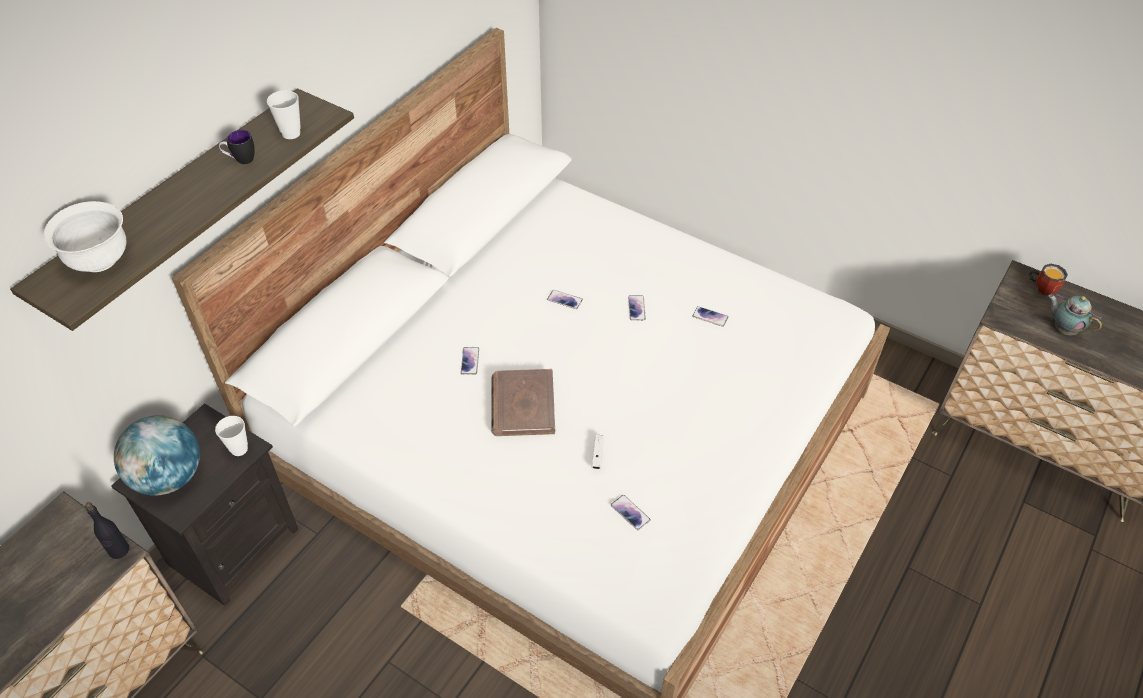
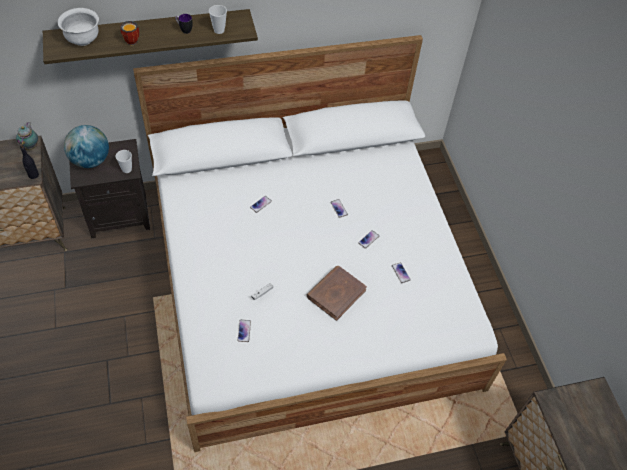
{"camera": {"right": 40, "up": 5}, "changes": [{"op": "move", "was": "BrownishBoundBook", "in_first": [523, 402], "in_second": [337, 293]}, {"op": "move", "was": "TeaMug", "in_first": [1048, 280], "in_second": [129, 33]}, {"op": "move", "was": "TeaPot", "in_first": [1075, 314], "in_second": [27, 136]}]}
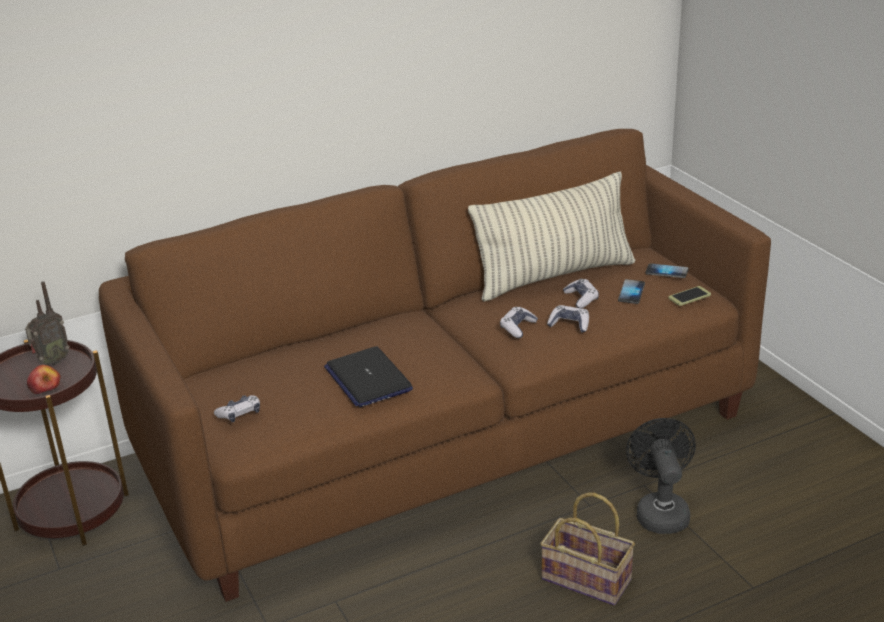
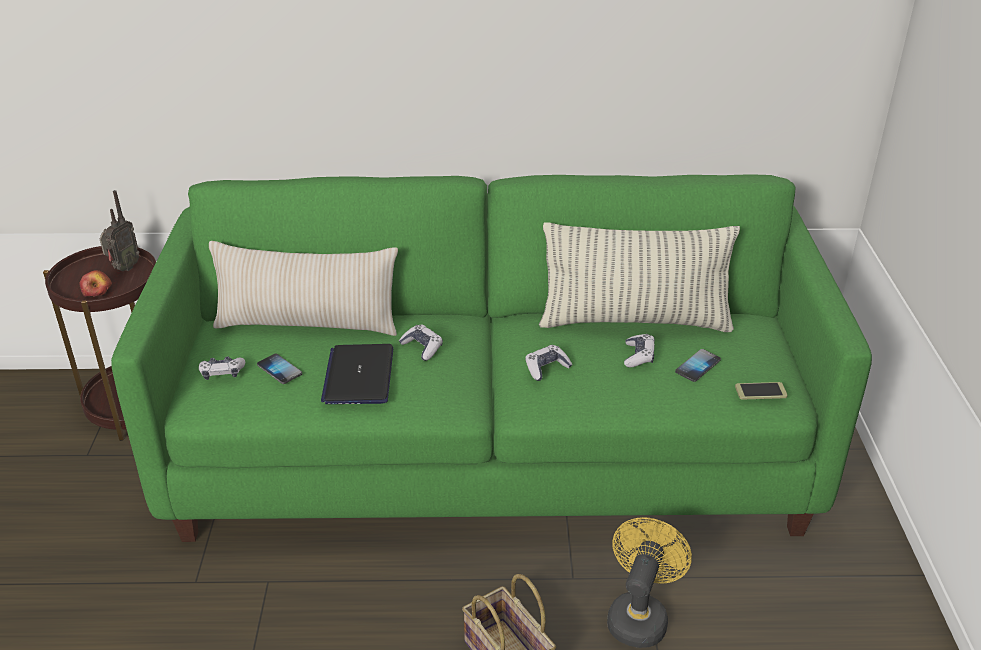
{"camera": {"right": 25, "up": 5}, "changes": [{"op": "rotate", "was": "RadioSet", "in_first": [47, 323], "in_second": [119, 230], "clockwise": -45}, {"op": "recolor", "was": "BrownishSettee", "now": "GreenSettee", "in_first": [435, 365], "in_second": [491, 358]}, {"op": "move", "was": "Joypad", "in_first": [568, 319], "in_second": [421, 343]}, {"op": "recolor", "was": "BlackFan", "now": "YellowColouredFan", "in_first": [661, 476], "in_second": [649, 582]}, {"op": "move", "was": "Phone", "in_first": [667, 270], "in_second": [279, 368]}, {"op": "insert", "now": "SandColouredPillow", "in_second": [303, 288]}]}
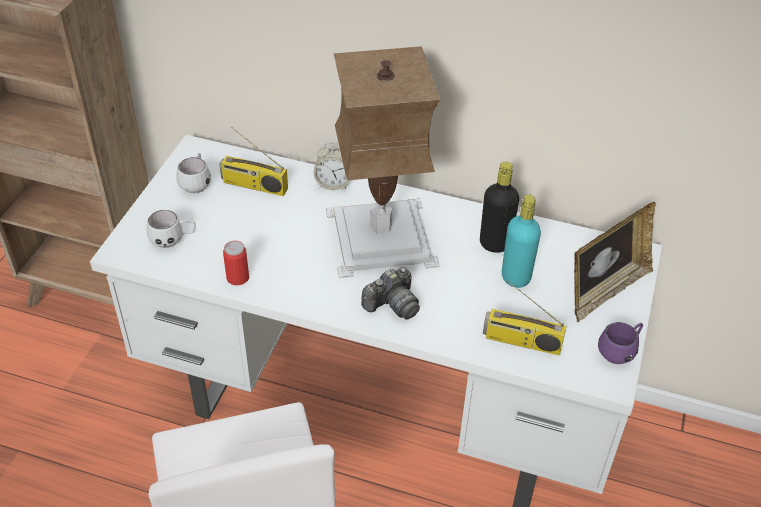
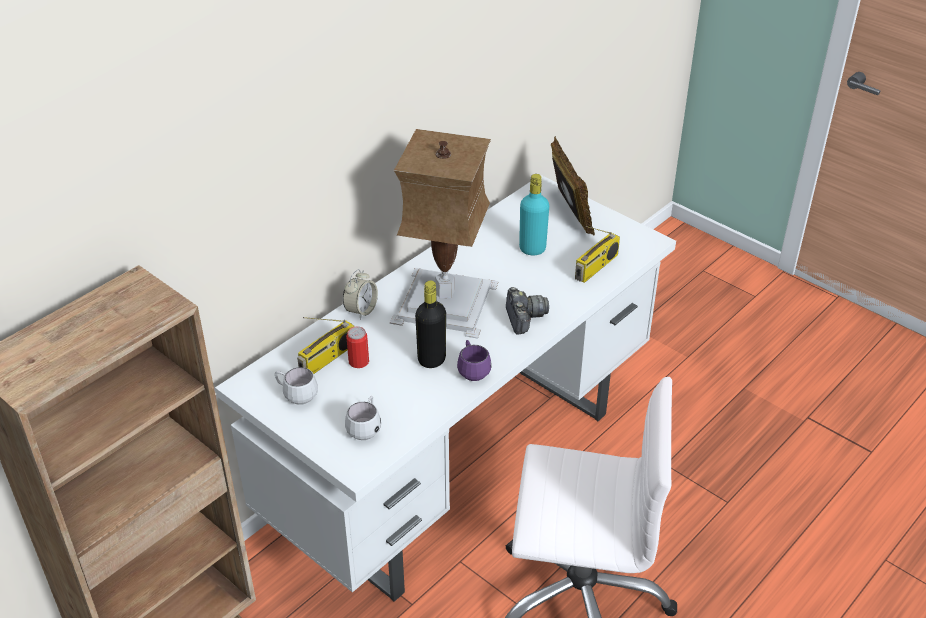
{"camera": {"right": -65, "up": -5}, "changes": [{"op": "move", "was": "Can", "in_first": [236, 262], "in_second": [357, 347]}, {"op": "move", "was": "BlackDrinkBottle", "in_first": [499, 207], "in_second": [430, 324]}, {"op": "move", "was": "PurpleTeaMug", "in_first": [620, 343], "in_second": [474, 360]}]}
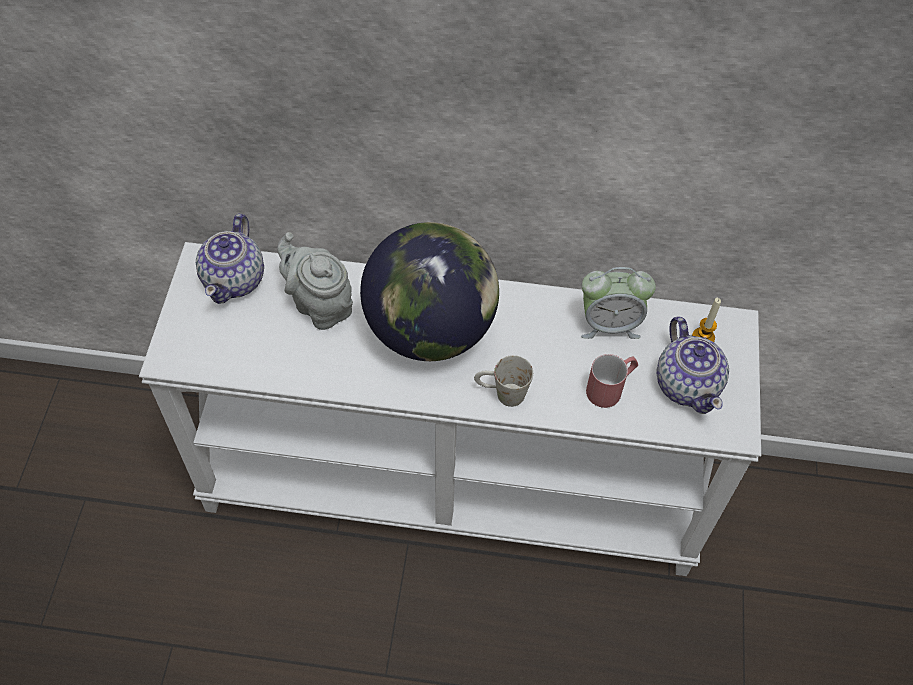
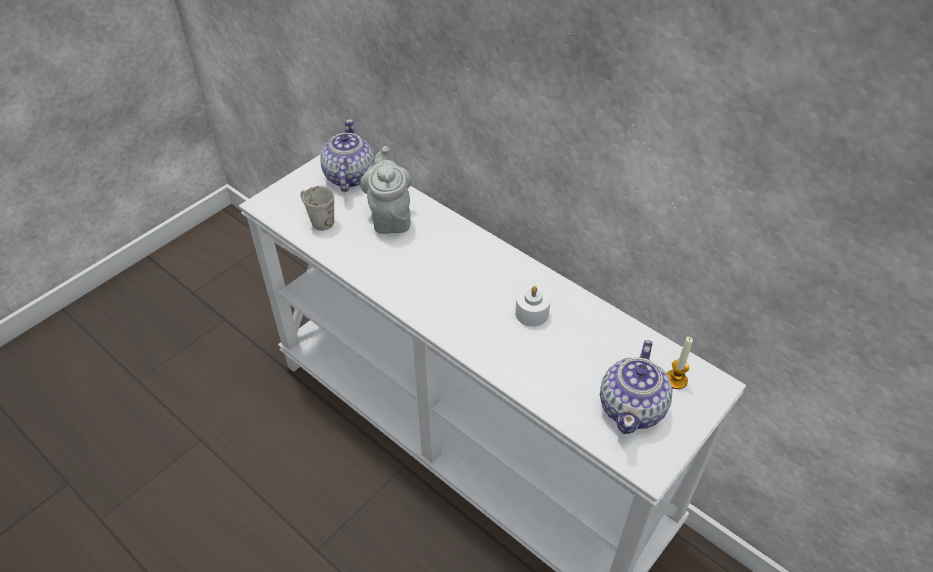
{"camera": {"right": 35, "up": -10}, "changes": [{"op": "rotate", "was": "TeaPot", "in_first": [230, 259], "in_second": [347, 155], "clockwise": 135}, {"op": "delete", "was": "WorldGlobe", "in_first": [429, 291]}, {"op": "move", "was": "WhitishTeaMug", "in_first": [503, 381], "in_second": [317, 208]}, {"op": "delete", "was": "BedsideClock", "in_first": [618, 303]}, {"op": "delete", "was": "RedColouredTeaMug", "in_first": [612, 381]}, {"op": "insert", "now": "WhitishWaxLight", "in_second": [533, 306]}]}
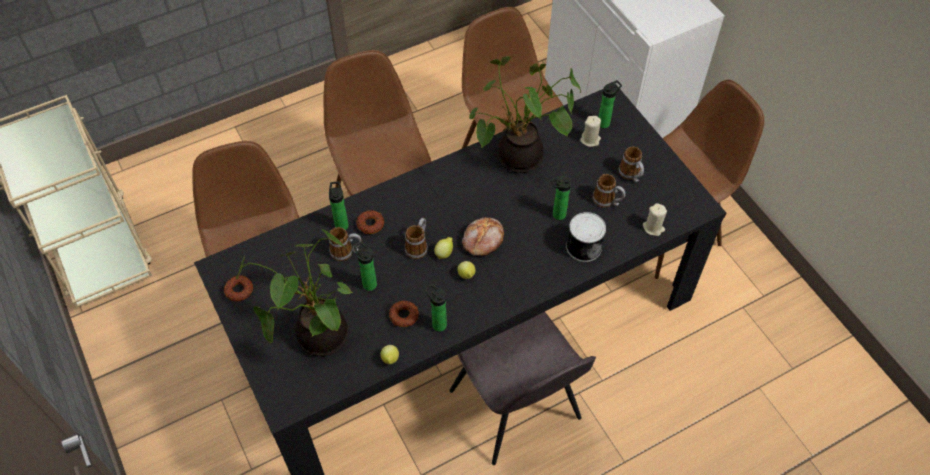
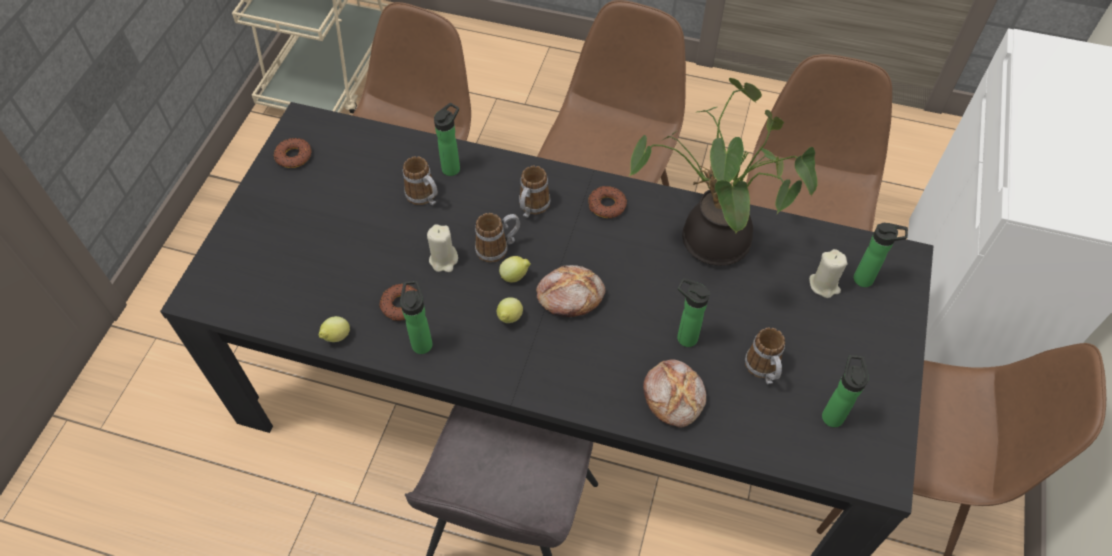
{"camera": {"right": 45, "up": 0}, "changes": [{"op": "delete", "was": "Houseplant", "in_first": [294, 292]}, {"op": "move", "was": "DrinkBottle", "in_first": [365, 266], "in_second": [845, 391]}, {"op": "move", "was": "Donut", "in_first": [370, 222], "in_second": [607, 202]}, {"op": "replace", "was": "Can", "now": "BakedBread", "in_first": [586, 237], "in_second": [674, 393]}, {"op": "move", "was": "TeaMug", "in_first": [631, 164], "in_second": [534, 192]}, {"op": "move", "was": "SandColouredWaxLight", "in_first": [655, 219], "in_second": [442, 248]}]}
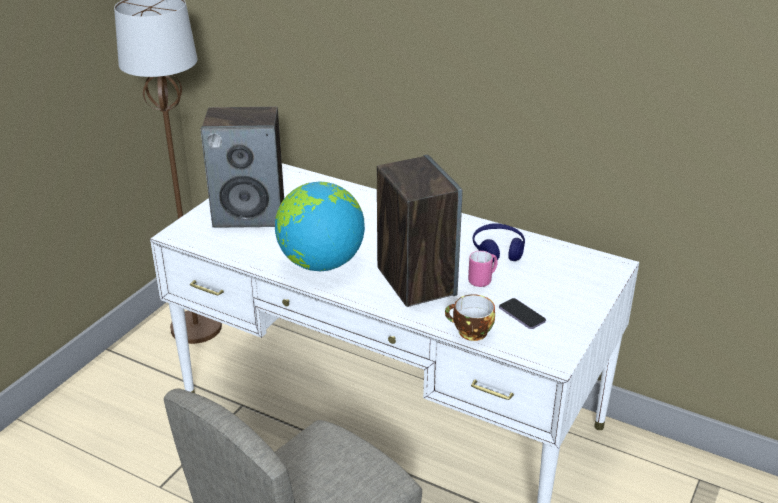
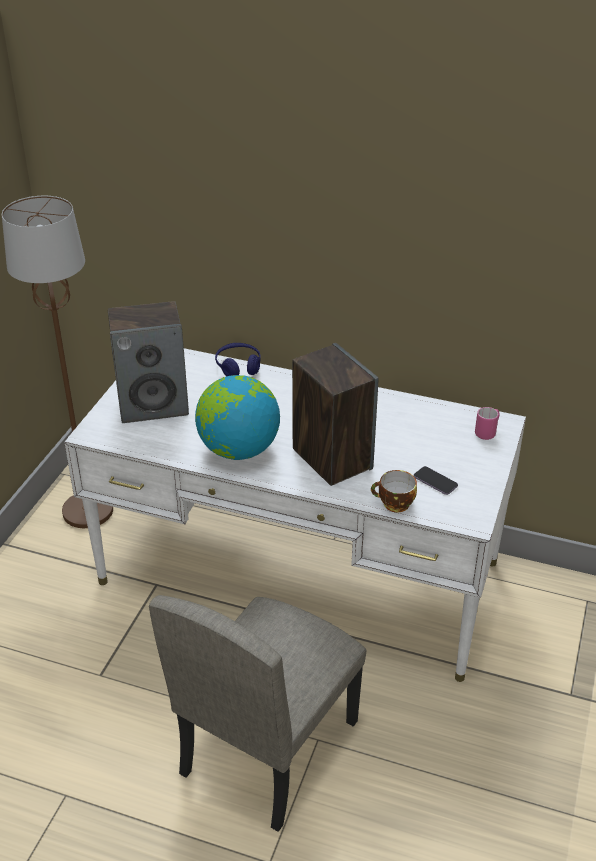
{"camera": {"right": -10, "up": 5}, "changes": [{"op": "move", "was": "PinkColouredTeaMug", "in_first": [483, 269], "in_second": [487, 423]}, {"op": "move", "was": "BluishPairOfHeadphones", "in_first": [499, 242], "in_second": [238, 359]}]}
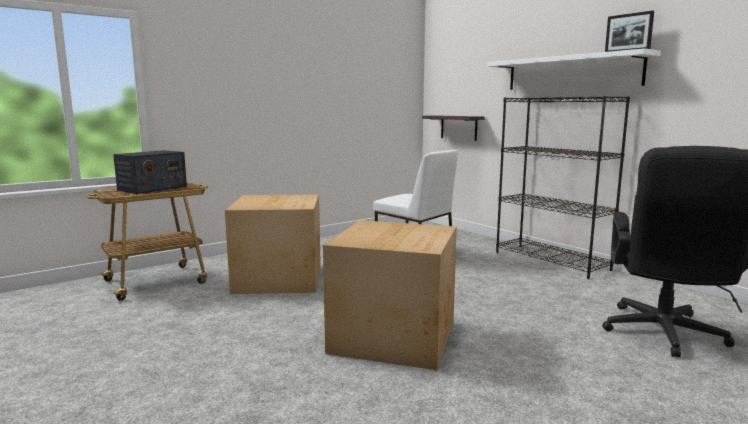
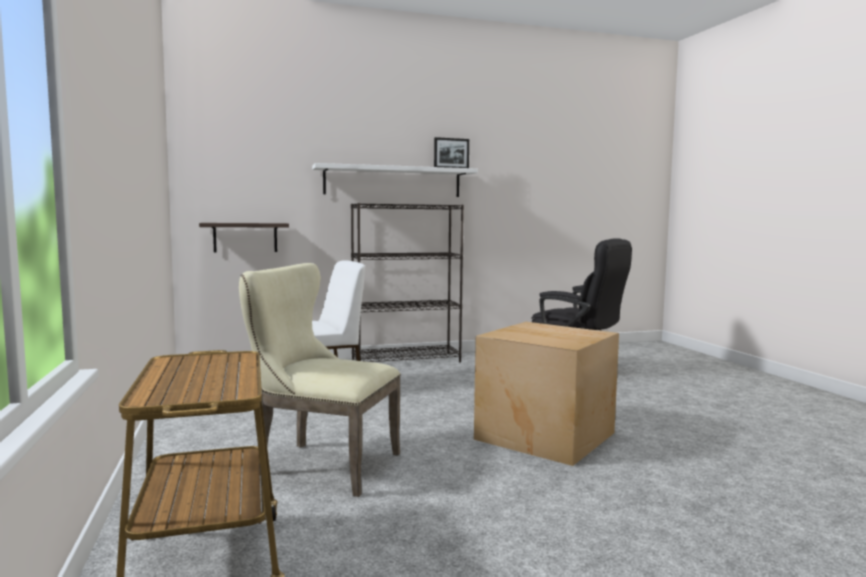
{"camera": {"right": -70, "up": -5}, "changes": [{"op": "delete", "was": "RadioSet", "in_first": [150, 172]}, {"op": "replace", "was": "PackingBox", "now": "SandColouredPlainChair", "in_first": [273, 244], "in_second": [320, 380]}]}
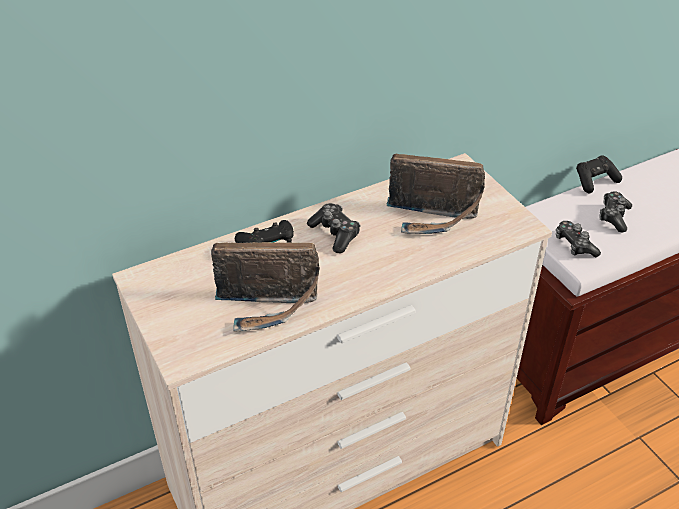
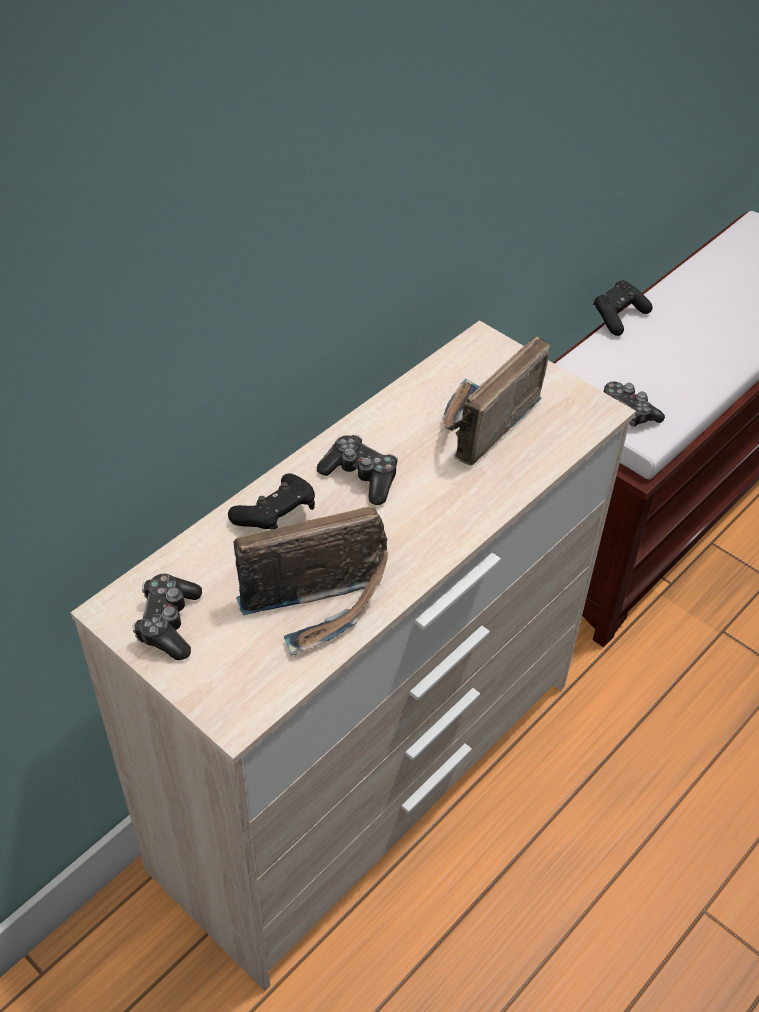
{"camera": {"right": -20, "up": 5}, "changes": [{"op": "rotate", "was": "RadioSet", "in_first": [436, 194], "in_second": [496, 401], "clockwise": 135}, {"op": "move", "was": "Joypad", "in_first": [615, 211], "in_second": [167, 617]}]}
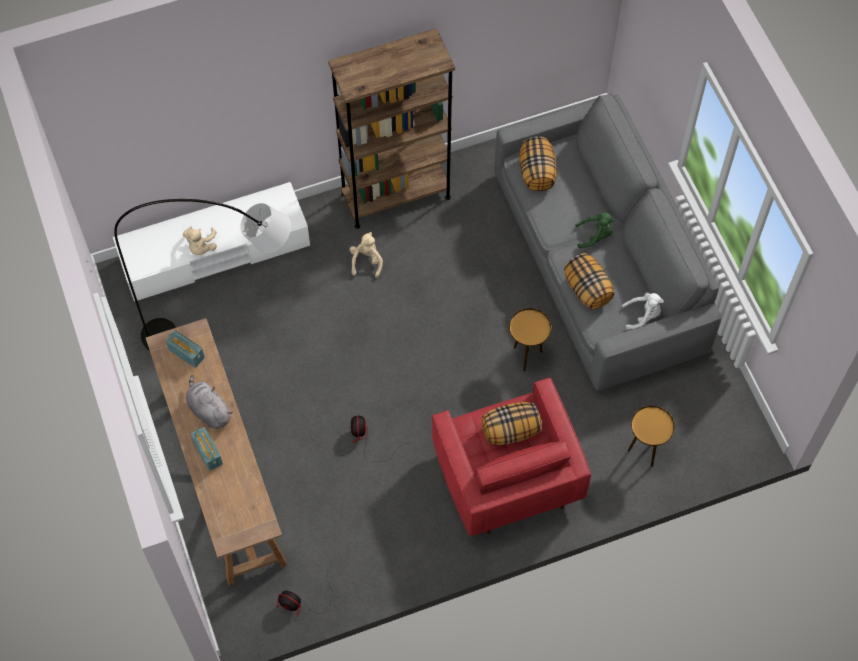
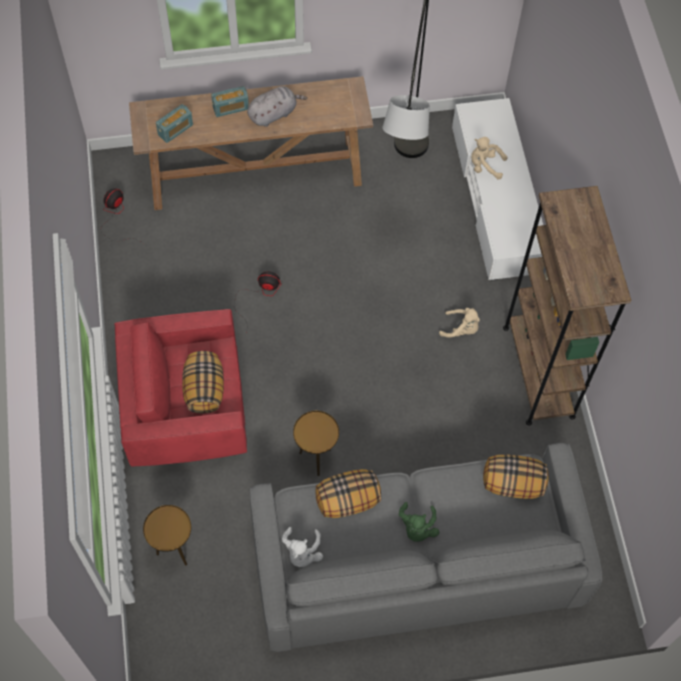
{"camera": {"right": 100, "up": 0}, "changes": [{"op": "move", "was": "RadioSet", "in_first": [185, 349], "in_second": [174, 123]}]}
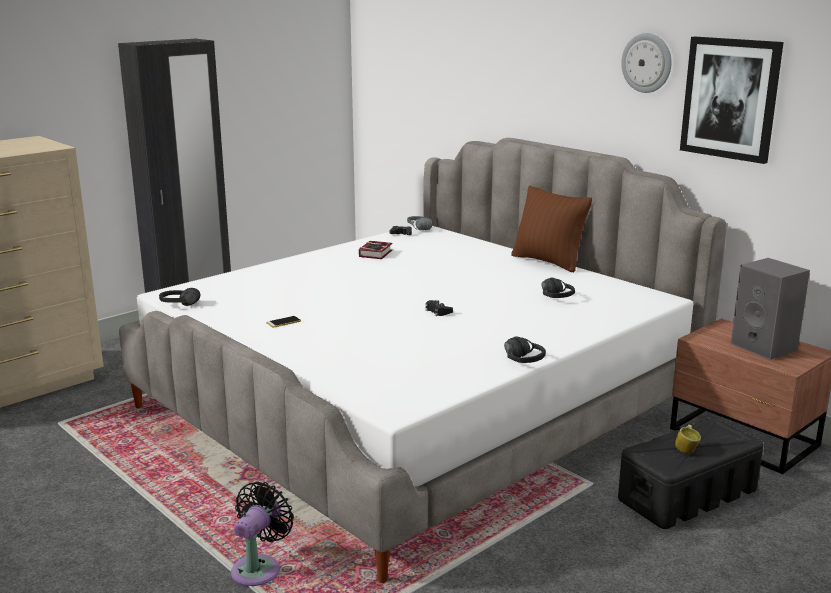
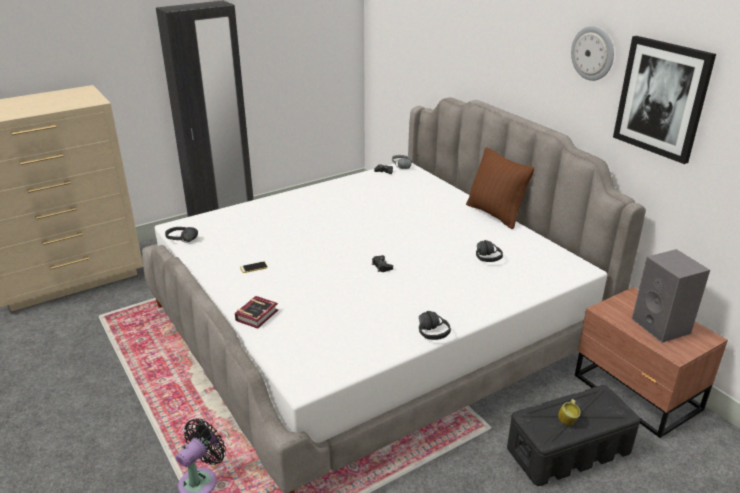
{"camera": {"right": 10, "up": 10}, "changes": [{"op": "move", "was": "BoundBook", "in_first": [375, 250], "in_second": [256, 312]}]}
